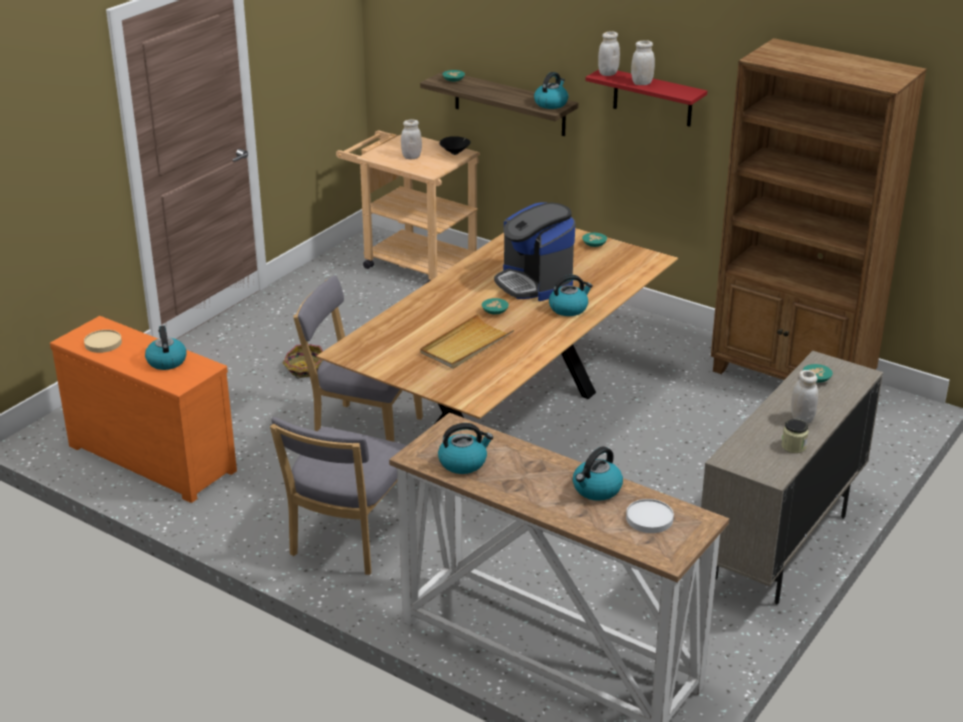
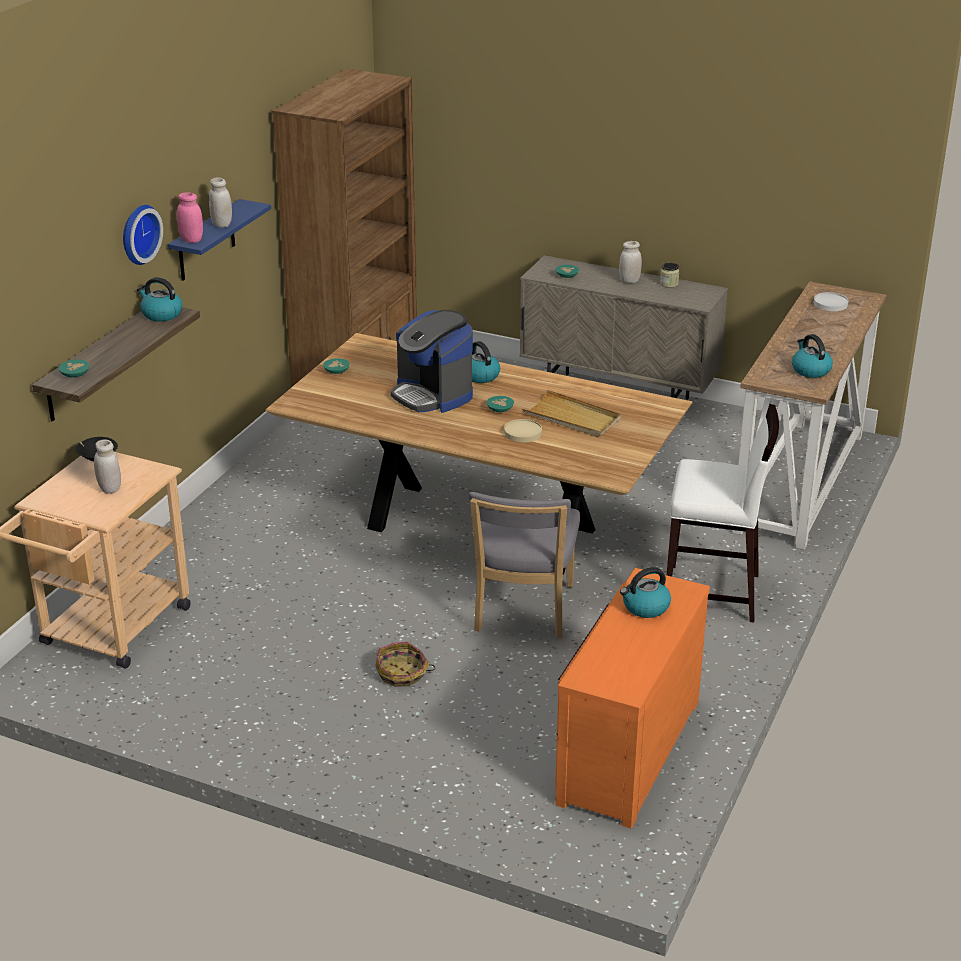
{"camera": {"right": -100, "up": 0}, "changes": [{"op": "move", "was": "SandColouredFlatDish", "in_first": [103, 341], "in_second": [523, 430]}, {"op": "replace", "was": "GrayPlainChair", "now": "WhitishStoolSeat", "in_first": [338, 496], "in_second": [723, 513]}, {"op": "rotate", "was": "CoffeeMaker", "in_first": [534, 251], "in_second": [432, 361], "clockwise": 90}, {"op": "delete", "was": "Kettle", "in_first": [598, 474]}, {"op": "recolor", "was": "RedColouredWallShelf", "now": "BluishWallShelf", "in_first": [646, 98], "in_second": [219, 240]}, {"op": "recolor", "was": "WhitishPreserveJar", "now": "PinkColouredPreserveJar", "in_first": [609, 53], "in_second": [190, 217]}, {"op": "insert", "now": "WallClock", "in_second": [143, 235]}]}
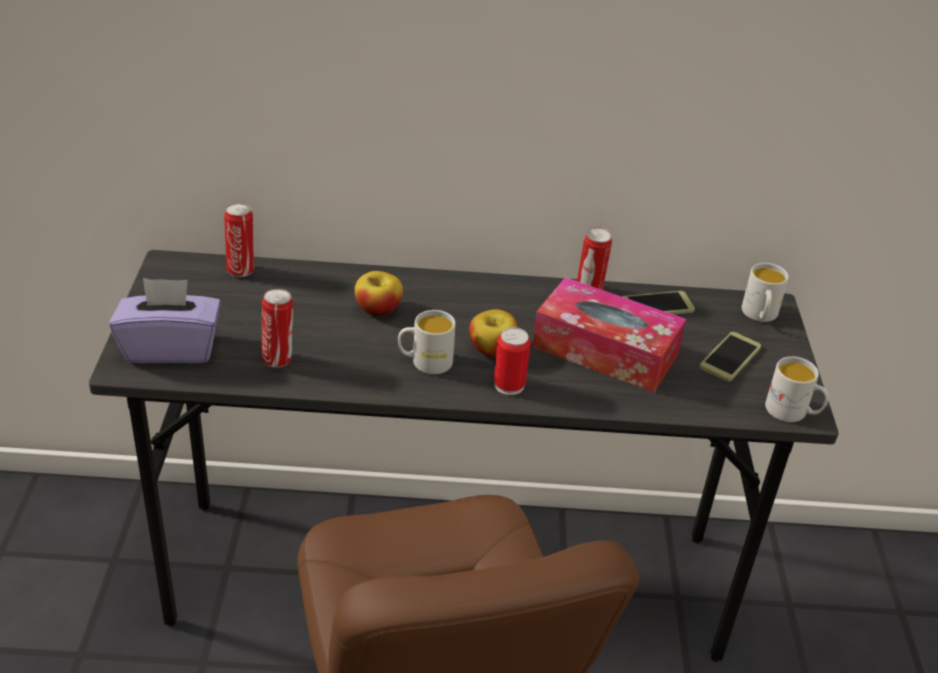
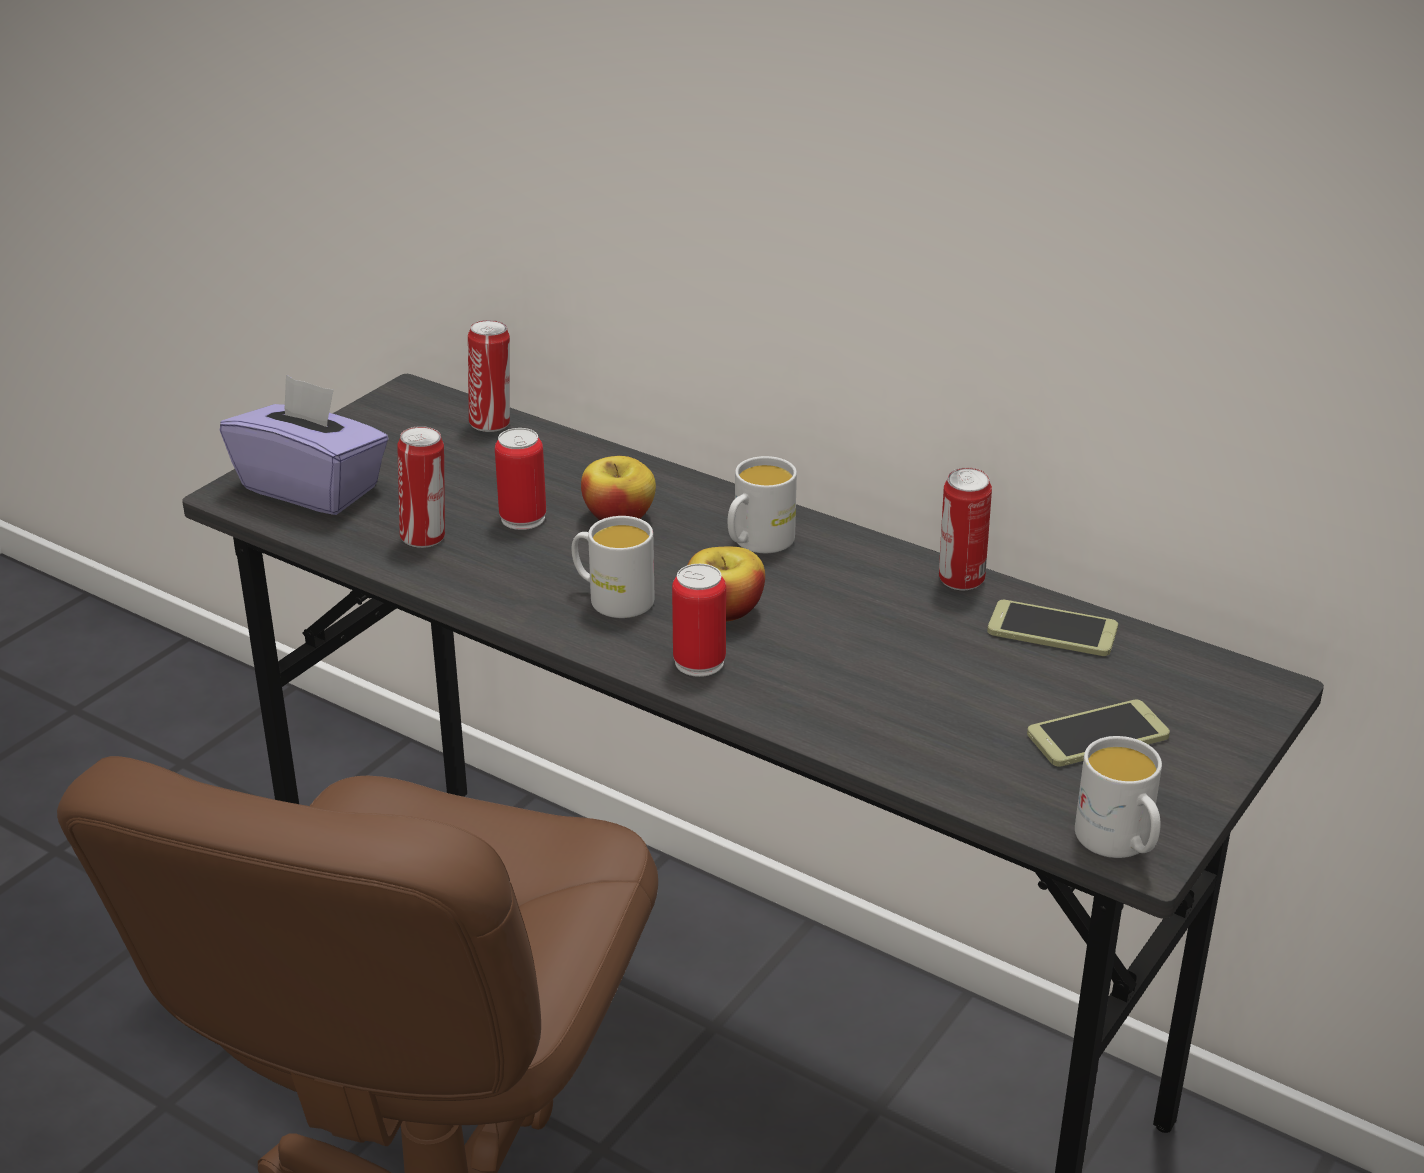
{"camera": {"right": 35, "up": -5}, "changes": [{"op": "delete", "was": "TissueHolder", "in_first": [609, 335]}, {"op": "move", "was": "WhitishTeaMug", "in_first": [765, 292], "in_second": [762, 504]}, {"op": "insert", "now": "Can", "in_second": [520, 479]}]}
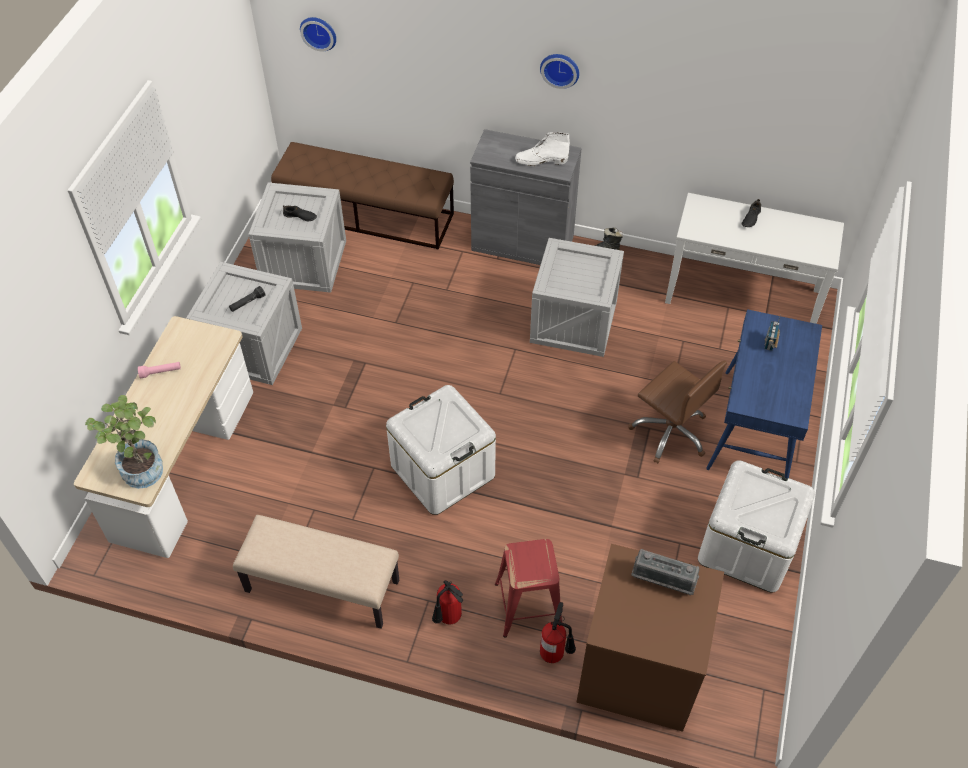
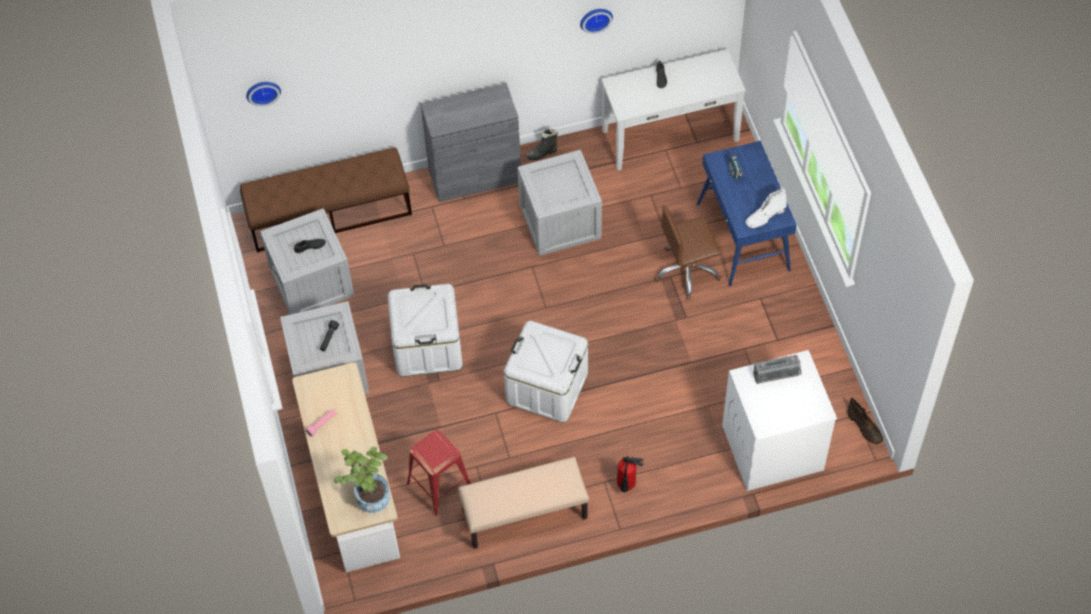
{"camera": {"right": -30, "up": 5}, "changes": [{"op": "move", "was": "RedColouredStoolSeat", "in_first": [528, 588], "in_second": [439, 473]}, {"op": "move", "was": "WhitishTallBoot", "in_first": [542, 149], "in_second": [766, 208]}, {"op": "move", "was": "WallClock", "in_first": [559, 71], "in_second": [596, 21]}, {"op": "delete", "was": "FireFightingCylinder", "in_first": [558, 632]}, {"op": "recolor", "was": "BrownishLaundryMachine", "now": "WhitishLaundryMachine", "in_first": [650, 638], "in_second": [779, 420]}, {"op": "rotate", "was": "BrownishComputerChair", "in_first": [678, 411], "in_second": [687, 252], "clockwise": 150}, {"op": "move", "was": "WhitishStorageBox", "in_first": [756, 526], "in_second": [425, 330]}, {"op": "insert", "now": "BrownishTallBoot", "in_second": [865, 420]}]}
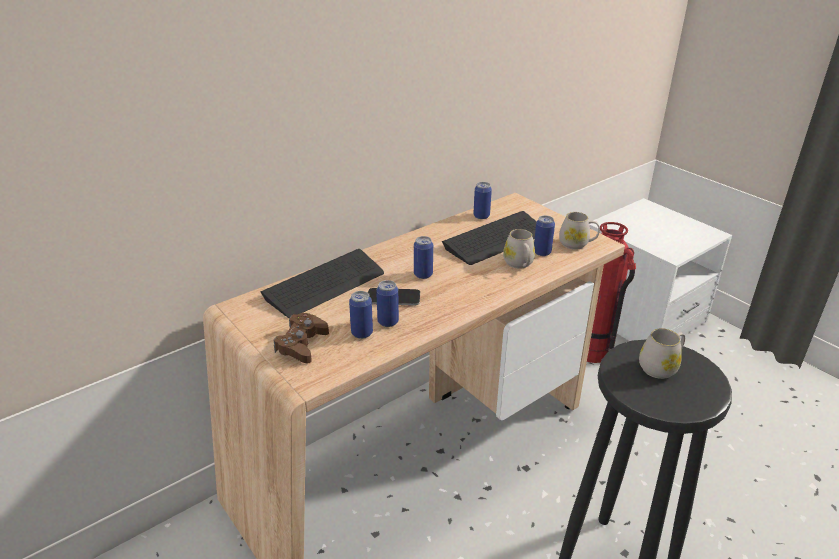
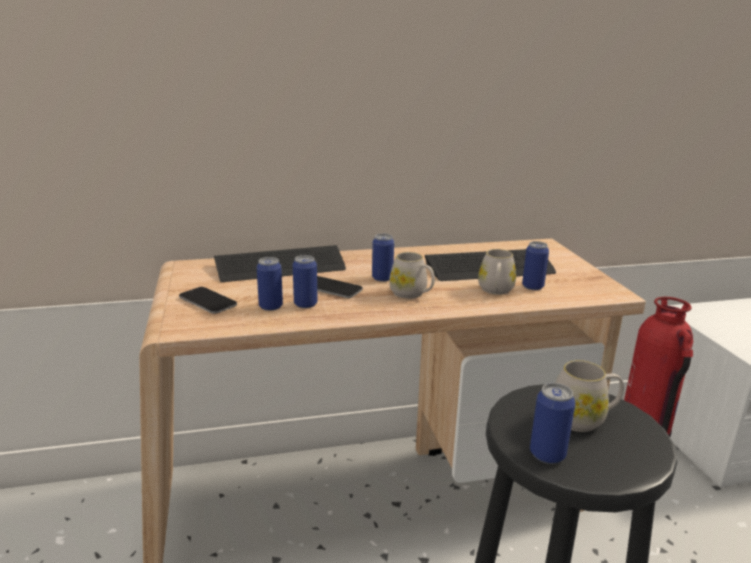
{"camera": {"right": 25, "up": -10}, "changes": [{"op": "replace", "was": "BrownishJoypad", "now": "Phone", "in_first": [301, 338], "in_second": [208, 300]}, {"op": "move", "was": "Can", "in_first": [482, 200], "in_second": [553, 423]}, {"op": "move", "was": "WhitishTeaMug", "in_first": [579, 231], "in_second": [412, 275]}]}
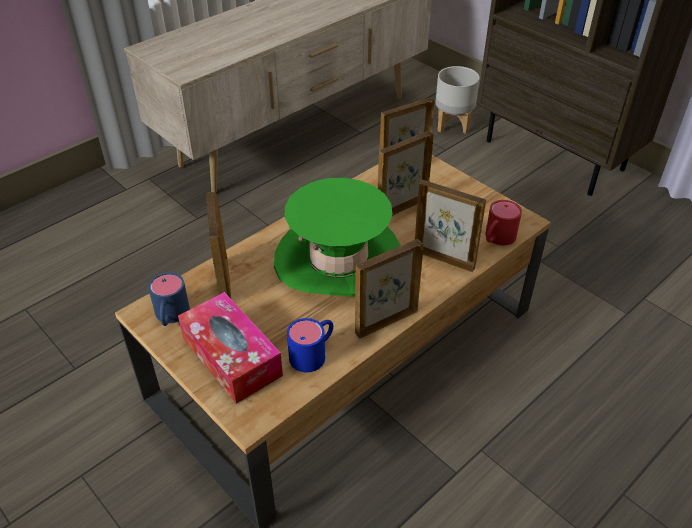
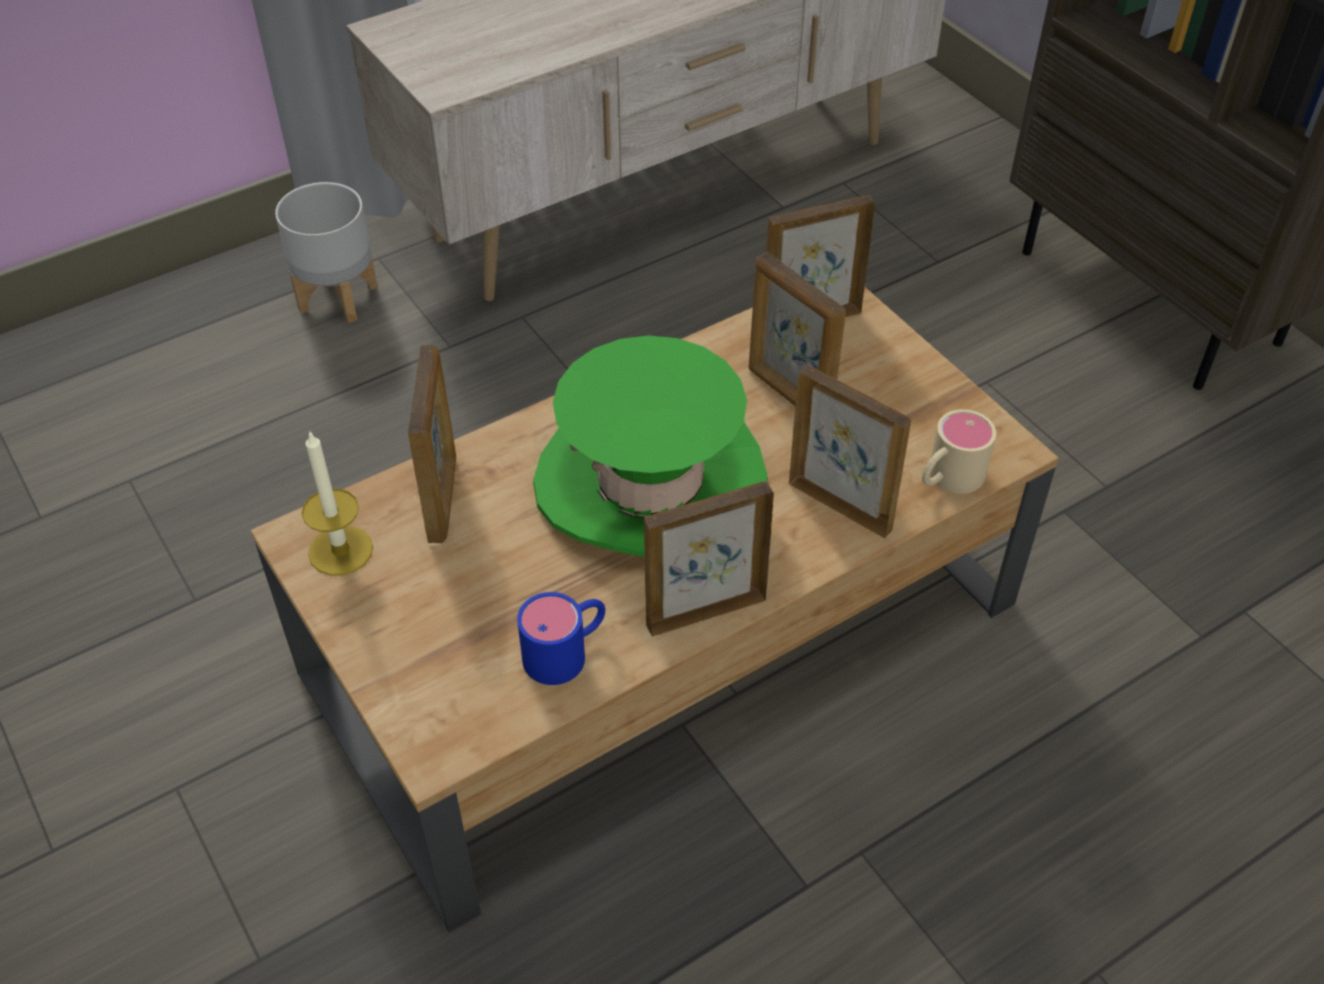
{"camera": {"right": 10, "up": 5}, "changes": [{"op": "replace", "was": "BluishTeaMug", "now": "WaxLight", "in_first": [169, 299], "in_second": [337, 503]}, {"op": "delete", "was": "TissueHolder", "in_first": [230, 348]}, {"op": "rotate", "was": "PhotoFrame", "in_first": [406, 173], "in_second": [797, 329], "clockwise": -105}, {"op": "move", "was": "GrayFlowerPot", "in_first": [457, 100], "in_second": [326, 252]}, {"op": "recolor", "was": "RedColouredTeaMug", "now": "SandColouredTeaMug", "in_first": [503, 222], "in_second": [959, 451]}]}
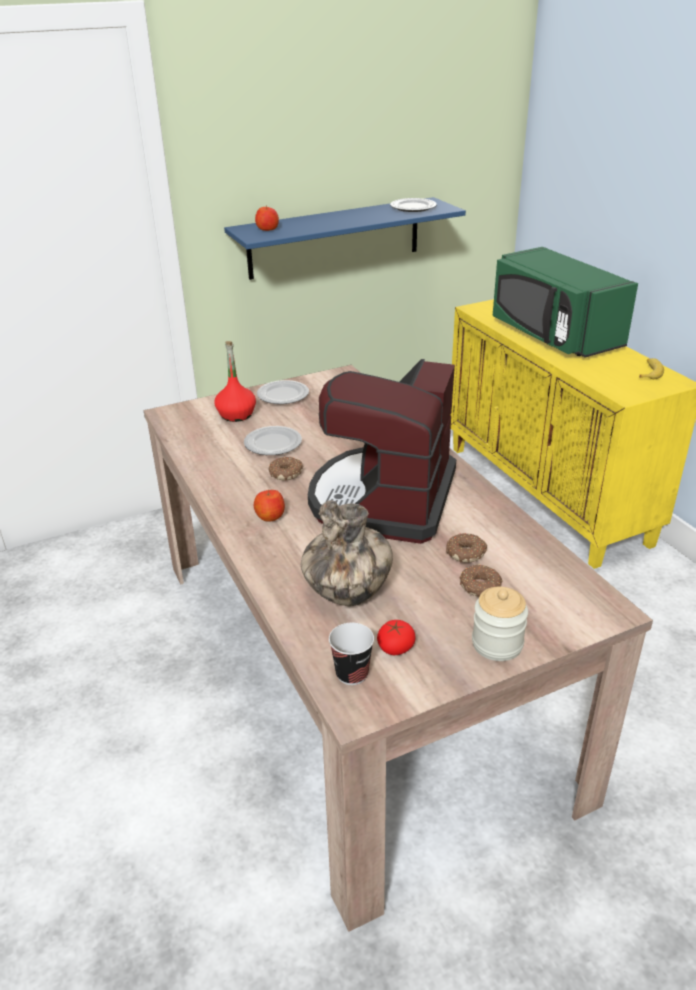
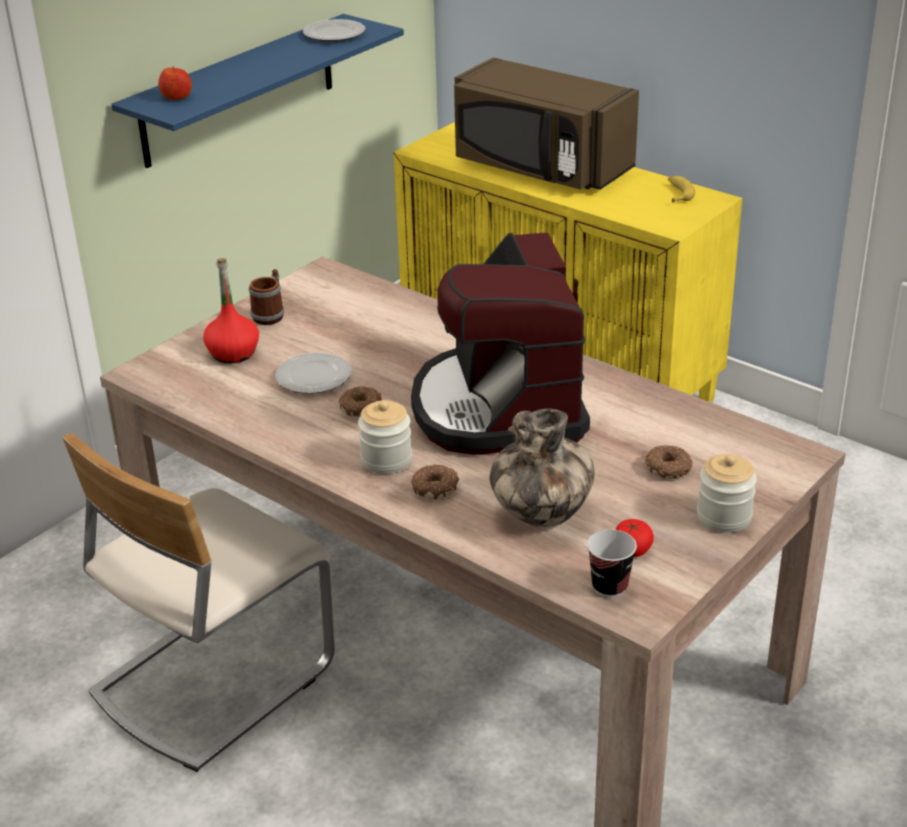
{"camera": {"right": -25, "up": 0}, "changes": [{"op": "replace", "was": "WholeApple", "now": "PreserveJar", "in_first": [269, 505], "in_second": [385, 437]}, {"op": "replace", "was": "FlatDish", "now": "TeaMug", "in_first": [283, 392], "in_second": [266, 297]}, {"op": "move", "was": "Donut", "in_first": [466, 548], "in_second": [435, 482]}, {"op": "recolor", "was": "GreenMicrowave", "now": "BrownishMicrowave", "in_first": [565, 302], "in_second": [546, 123]}, {"op": "insert", "now": "SandColouredPlainChair", "in_second": [199, 602]}]}
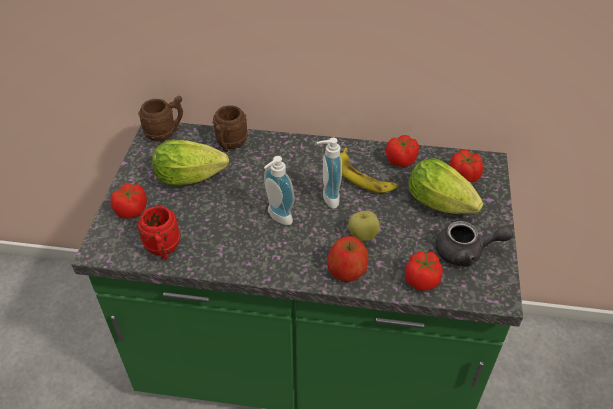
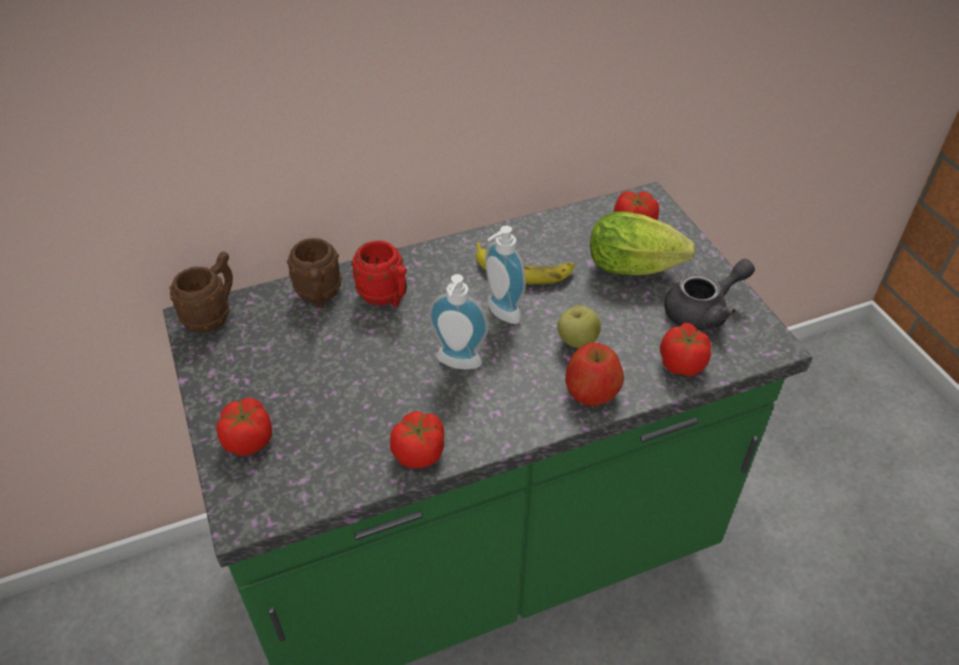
{"camera": {"right": -30, "up": 0}, "changes": [{"op": "move", "was": "RedColouredTeaMug", "in_first": [159, 233], "in_second": [379, 273]}, {"op": "delete", "was": "LettuceHead", "in_first": [190, 162]}, {"op": "move", "was": "WholeTomato", "in_first": [402, 151], "in_second": [417, 439]}]}
